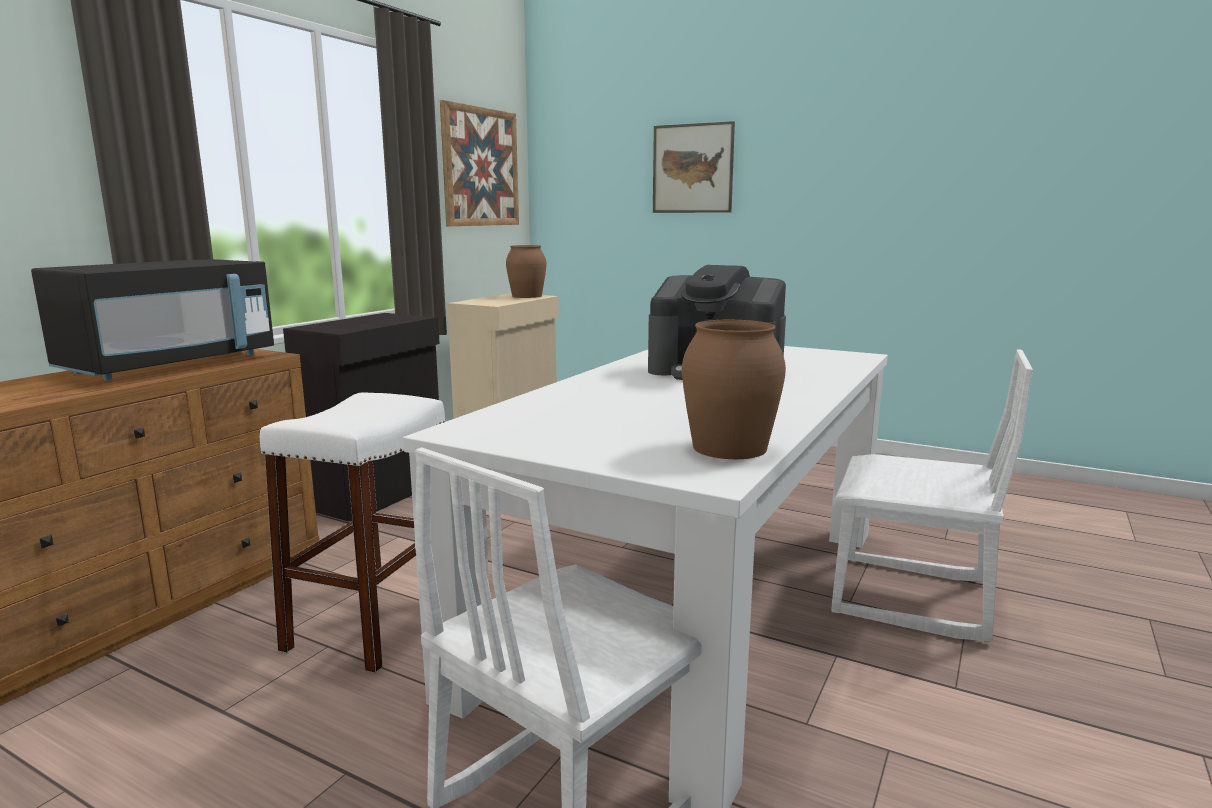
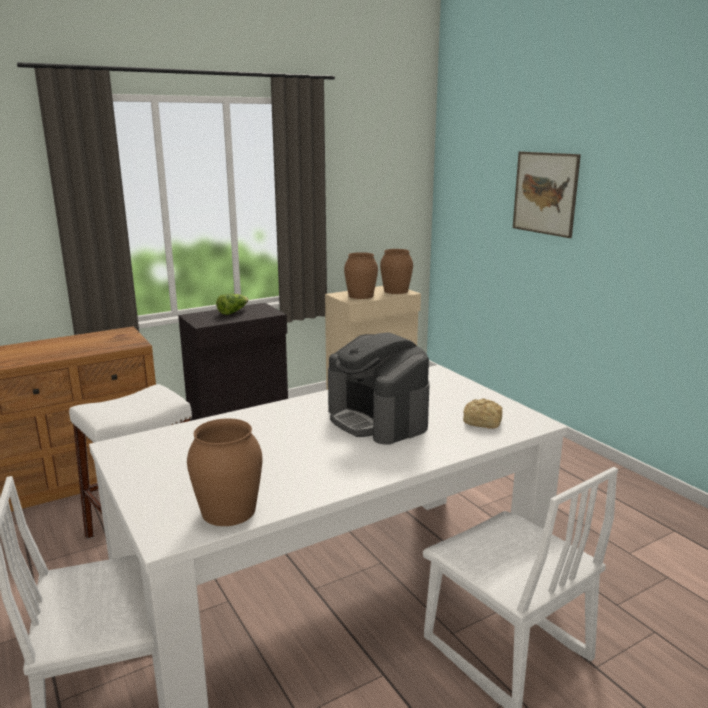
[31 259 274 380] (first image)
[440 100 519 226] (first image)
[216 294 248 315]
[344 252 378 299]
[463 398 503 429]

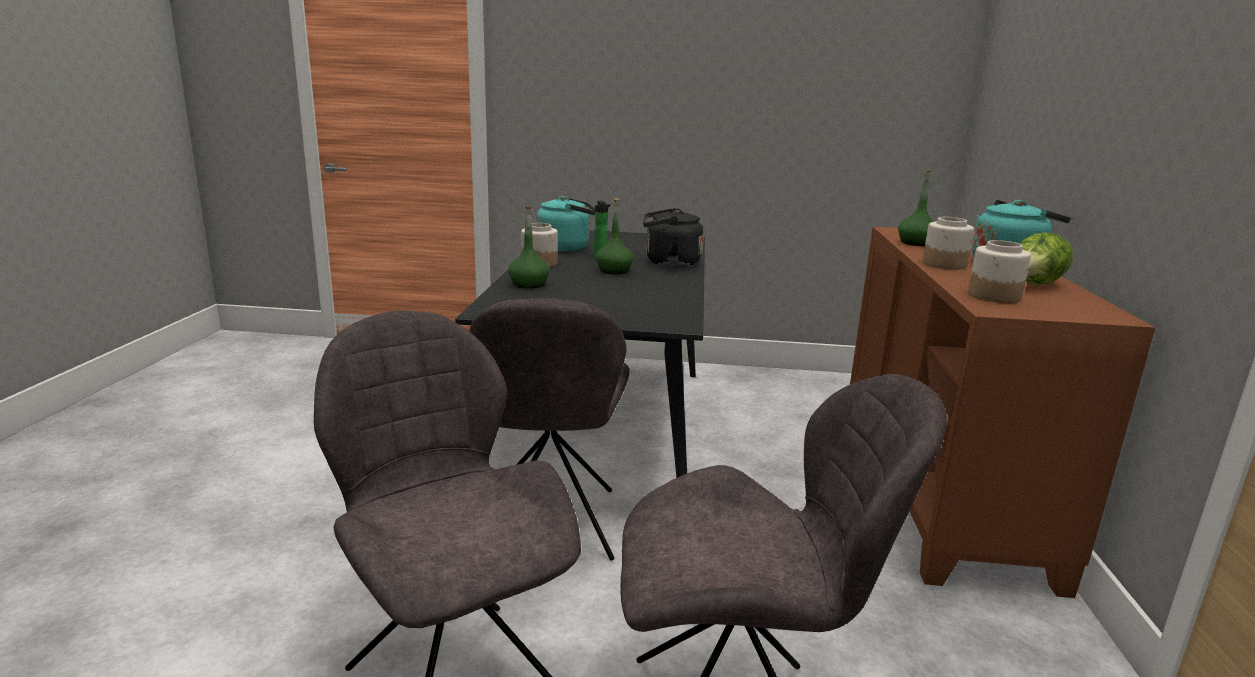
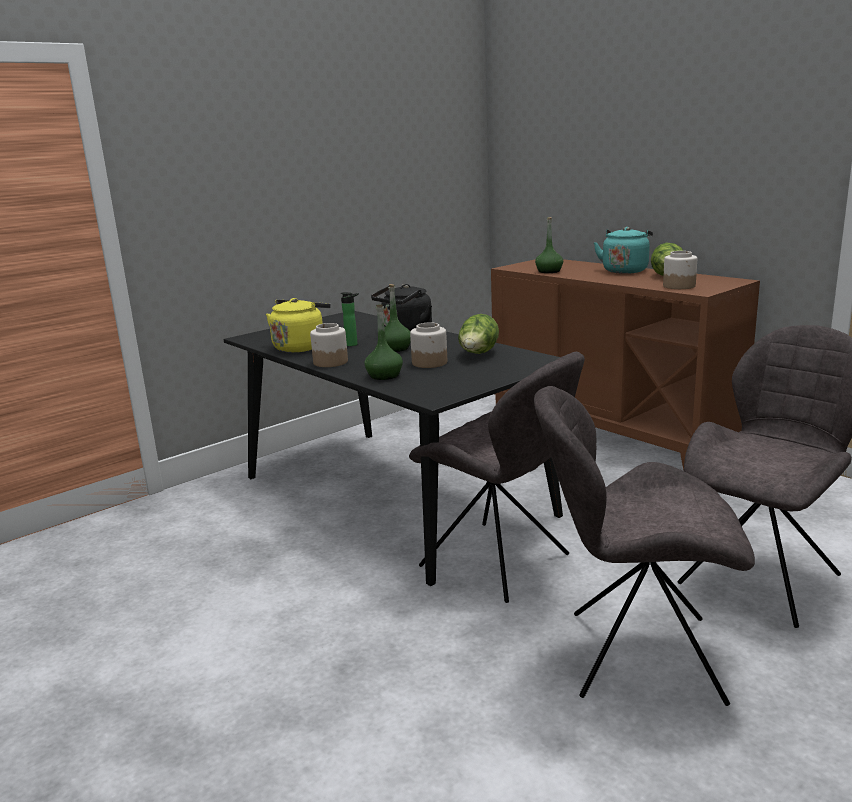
[266 298 331 352]
[410 323 447 368]
[458 314 499 354]

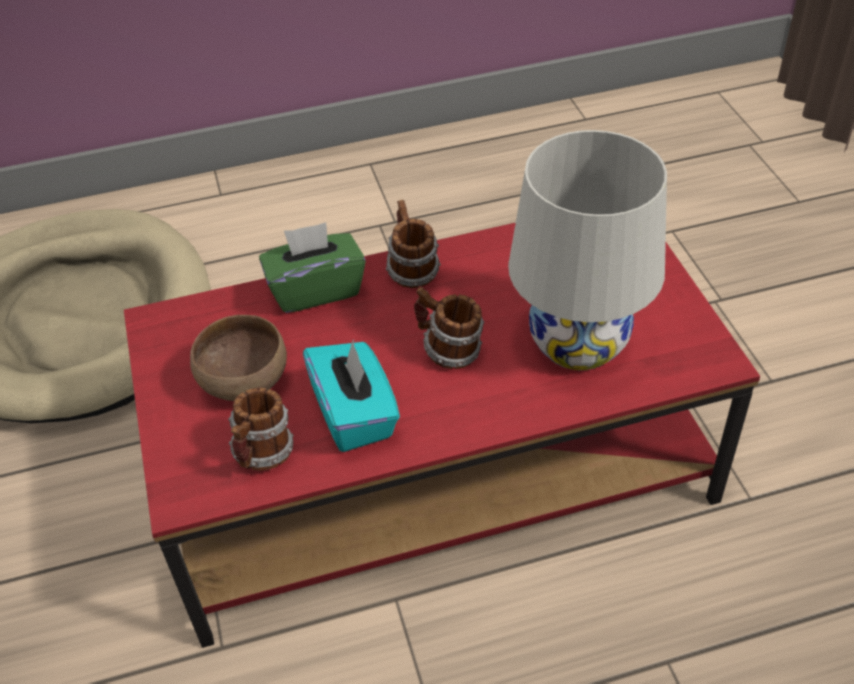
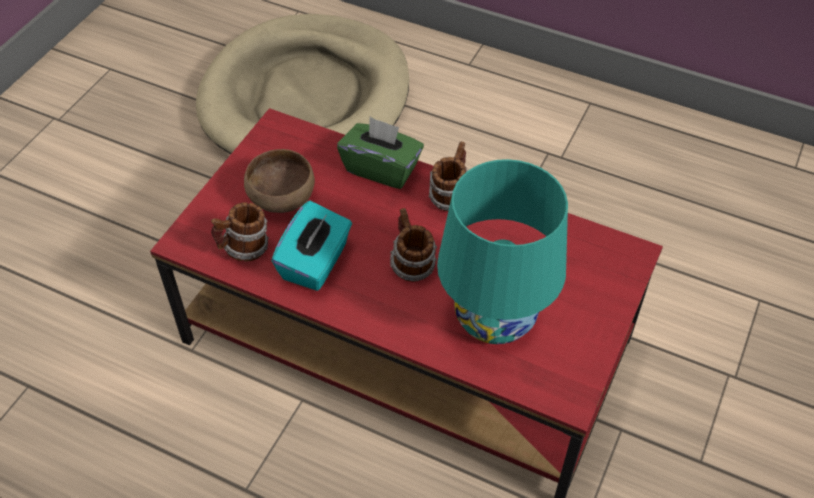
[437 159 568 344]

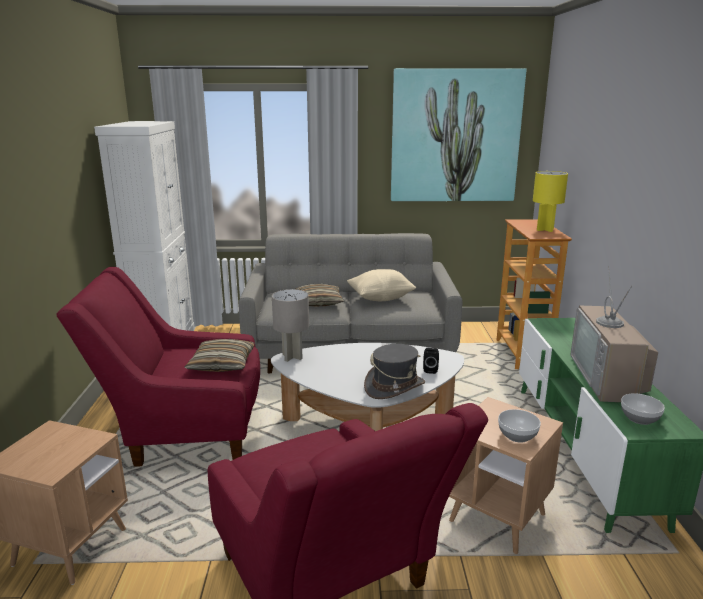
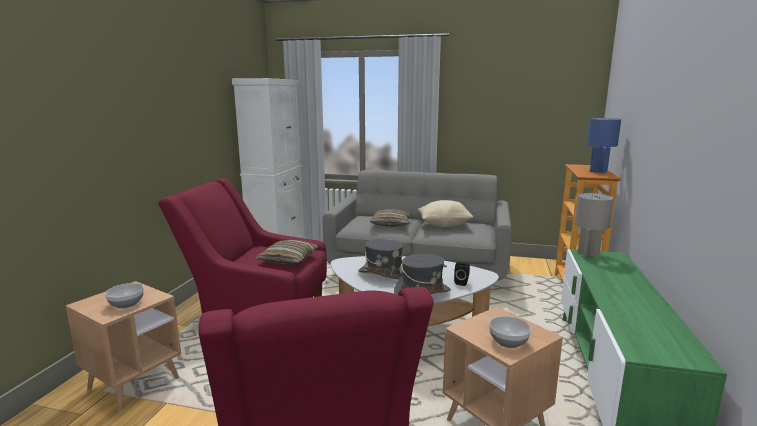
[575 193 614 257]
[391 68 526 201] (first image)
[587 118 621 173]
[571 265 658 402] (first image)
[105 283 144 309]
[358 239 403 280]

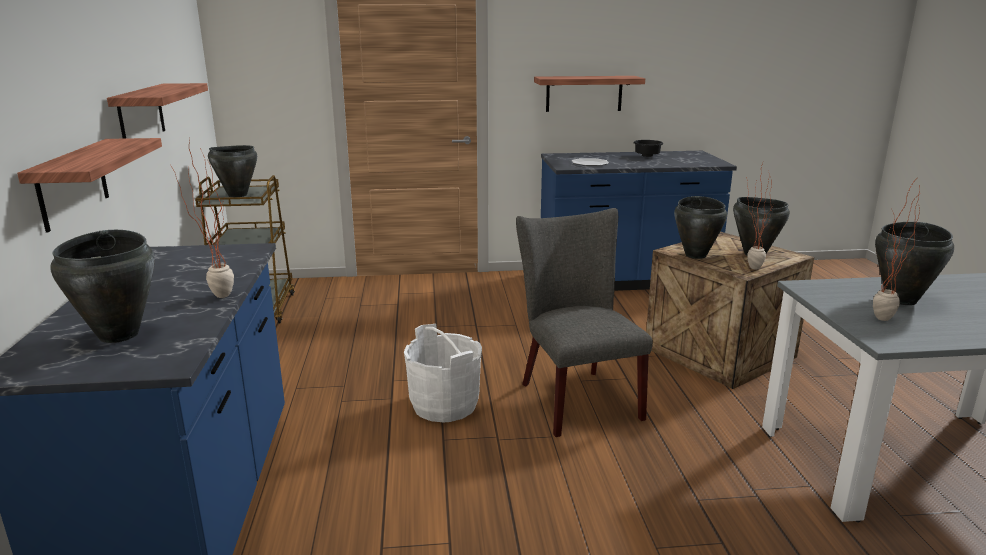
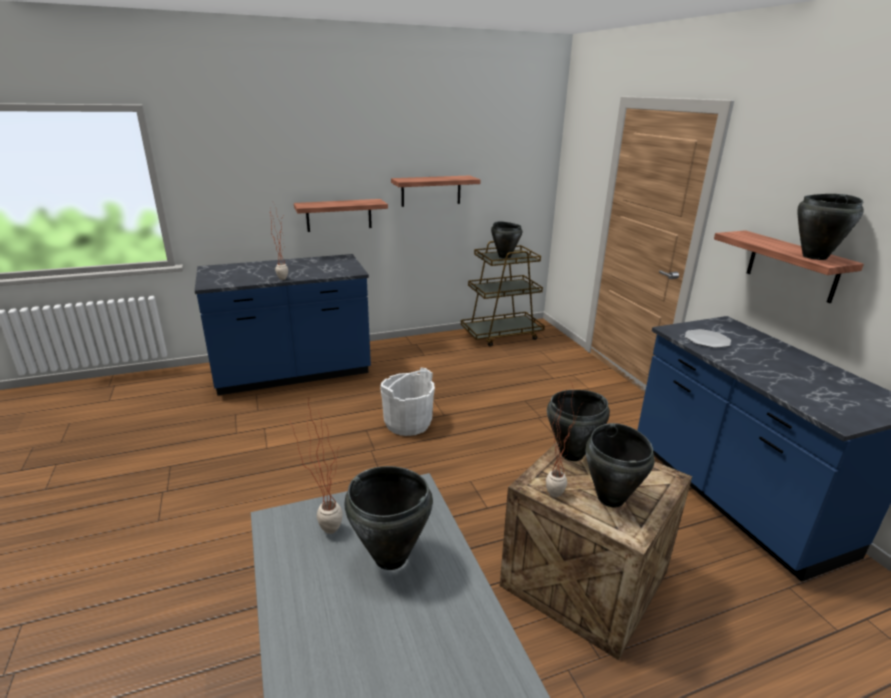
[797 194 864 260]
[516 208 653 437] (first image)
[633 140 663 157] (first image)

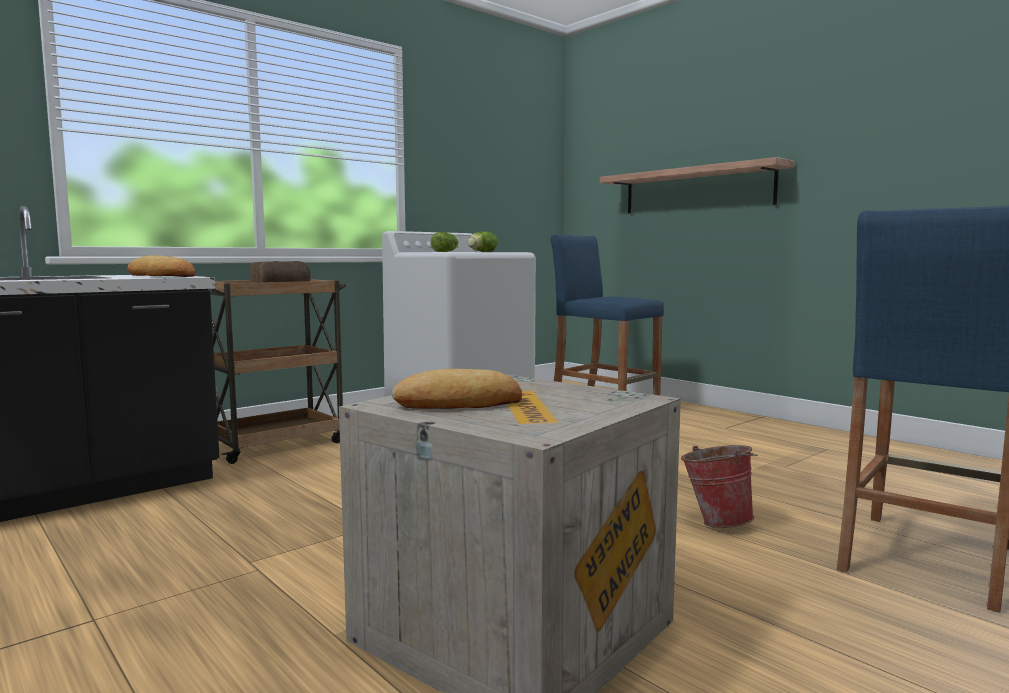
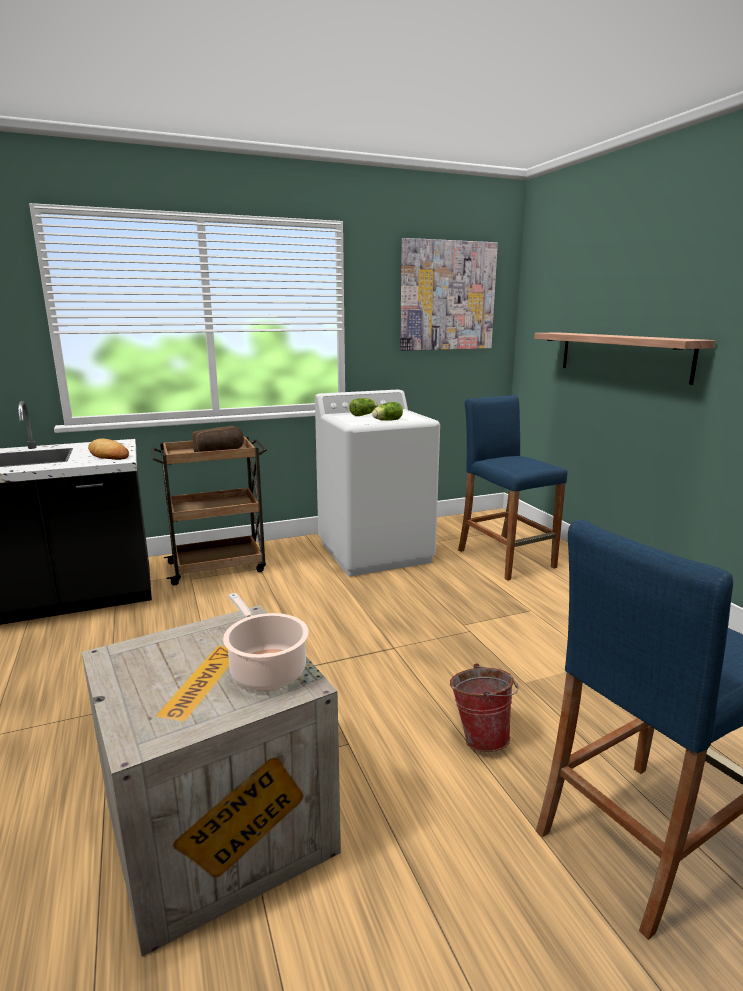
[392 369 522 409] (first image)
[223 593 309 691]
[400 238 498 351]

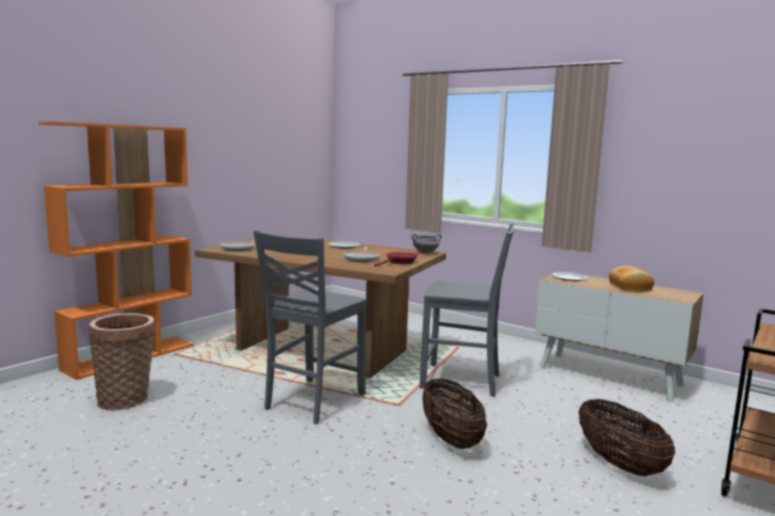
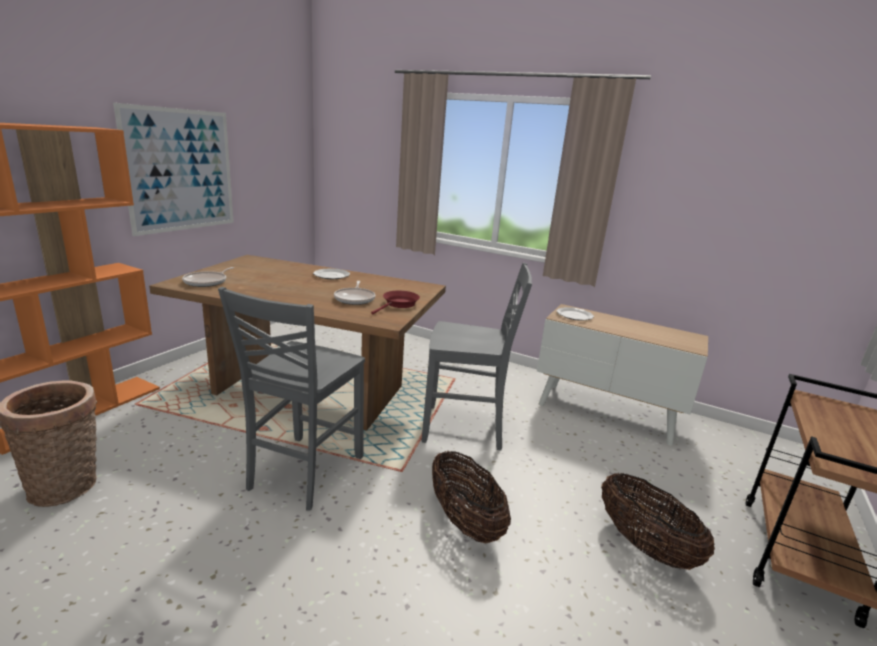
[411 234 441 254] (first image)
[609 266 654 292] (first image)
[113 103 234 236]

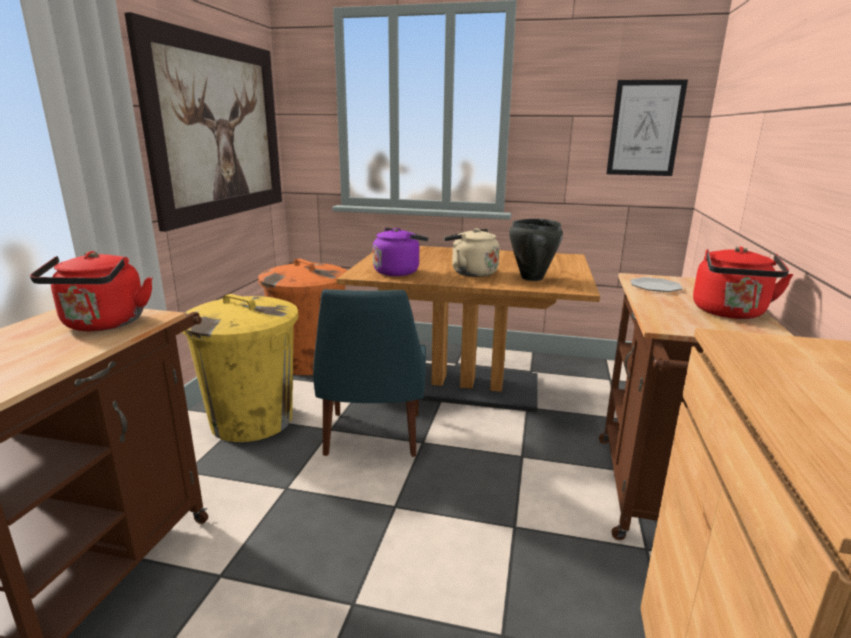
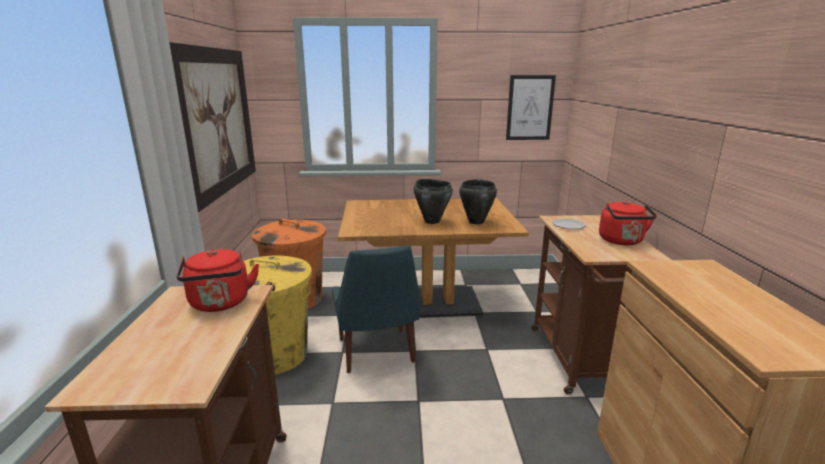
[373 227 429 276] (first image)
[413 179 453 224]

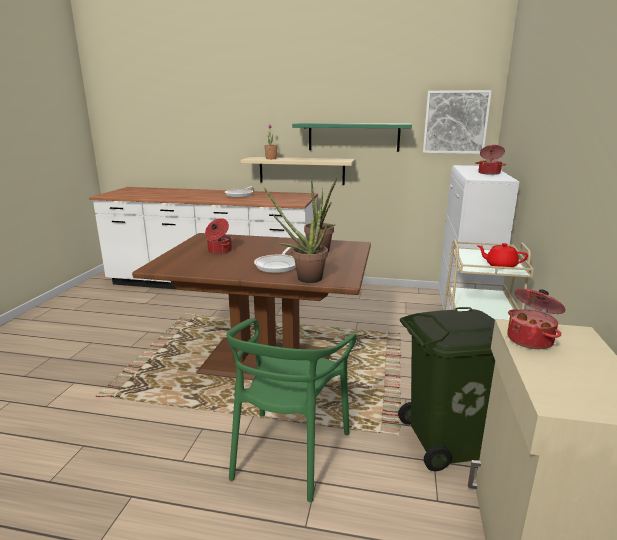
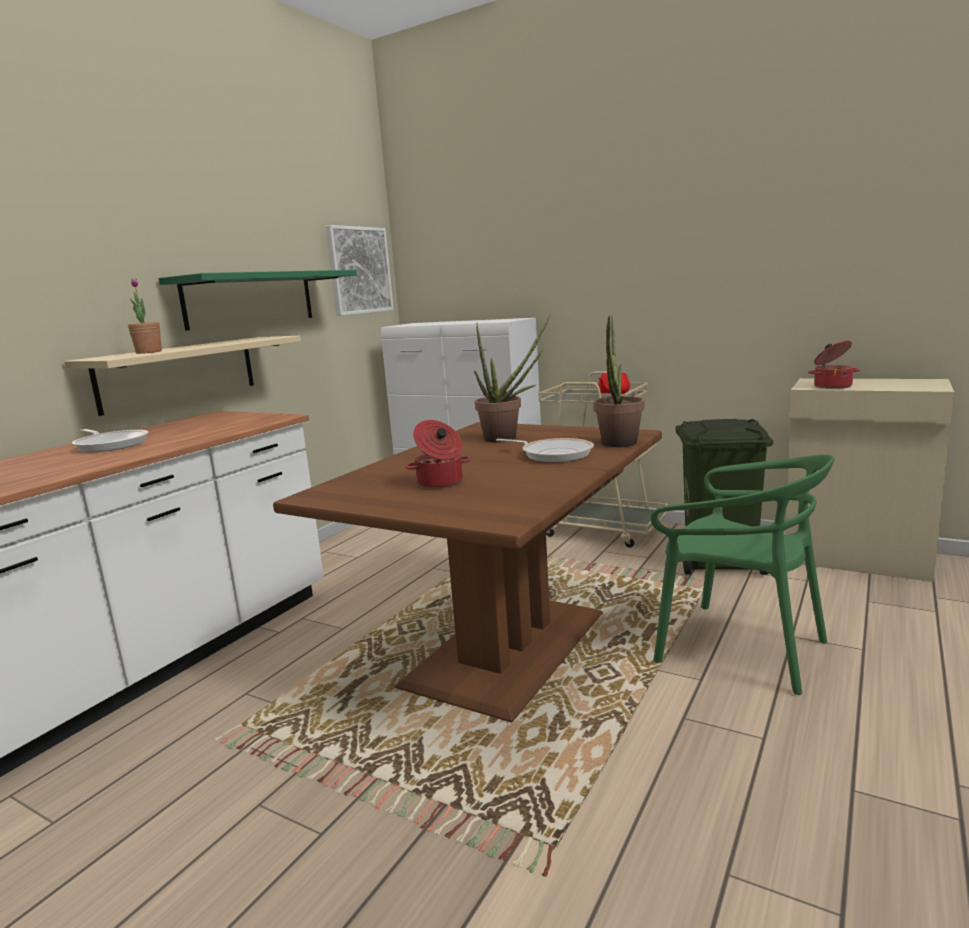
[476 145 506 175] (first image)

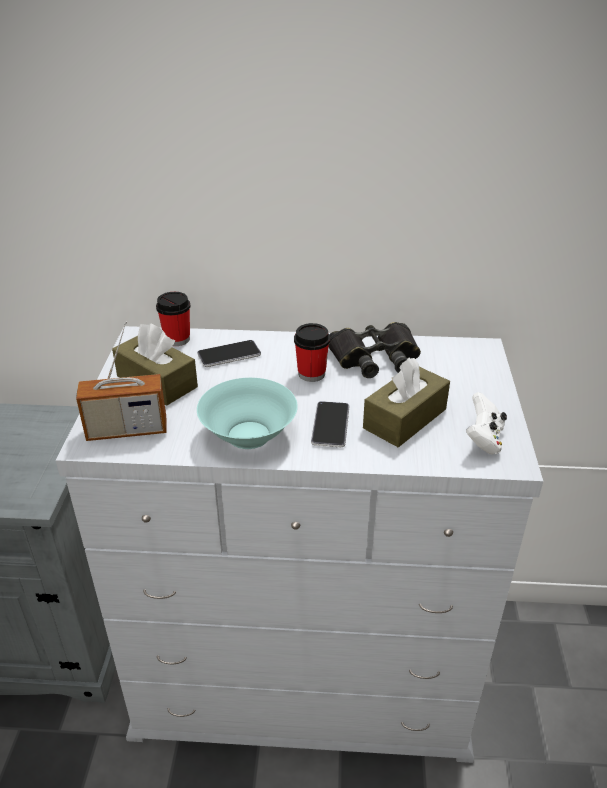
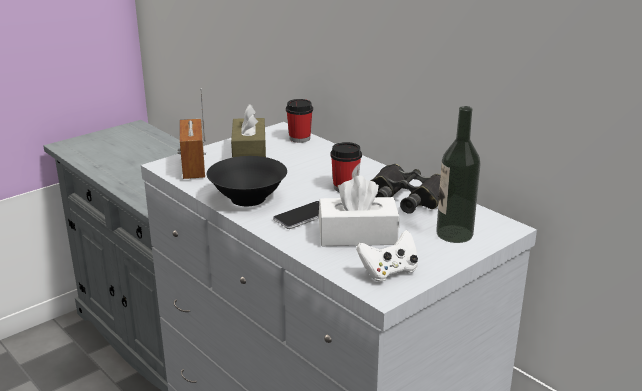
[178 88 206 179]
[197 340 261 367] (first image)
[207 156 287 206]
[319 176 399 246]
[436 106 480 243]

